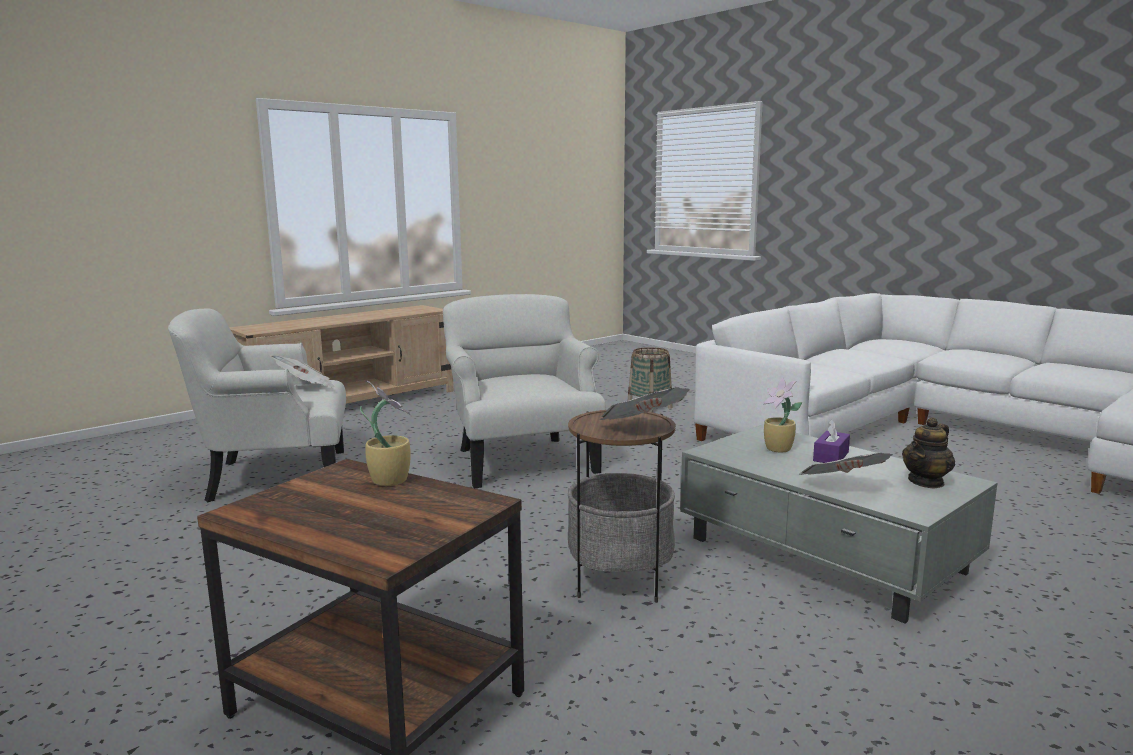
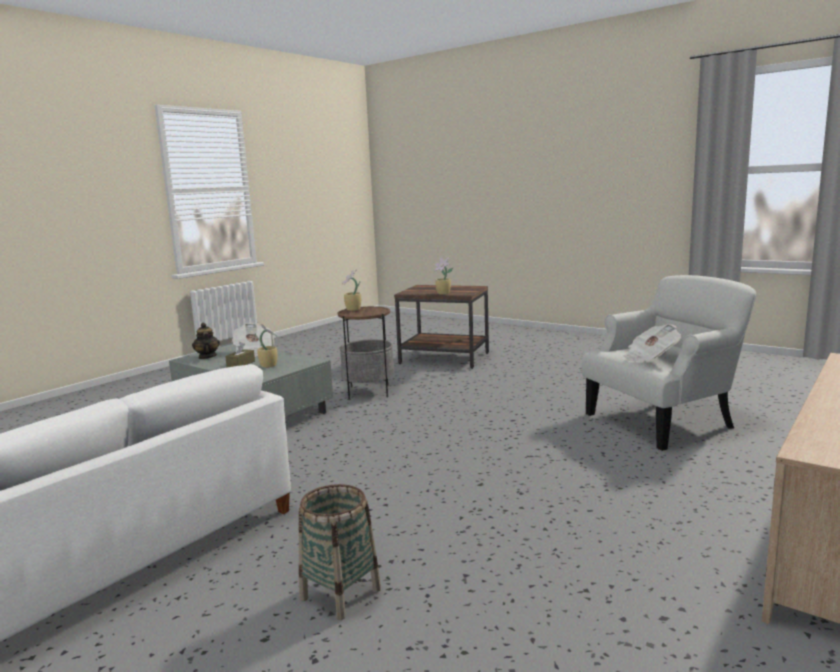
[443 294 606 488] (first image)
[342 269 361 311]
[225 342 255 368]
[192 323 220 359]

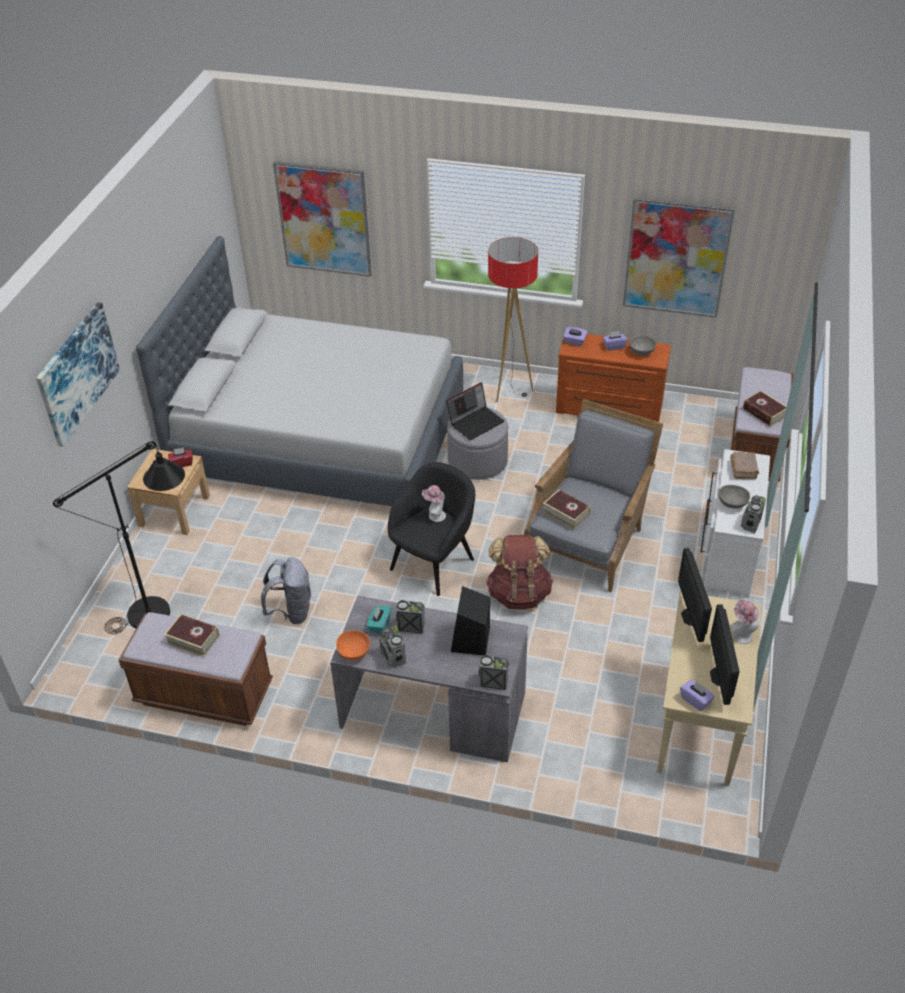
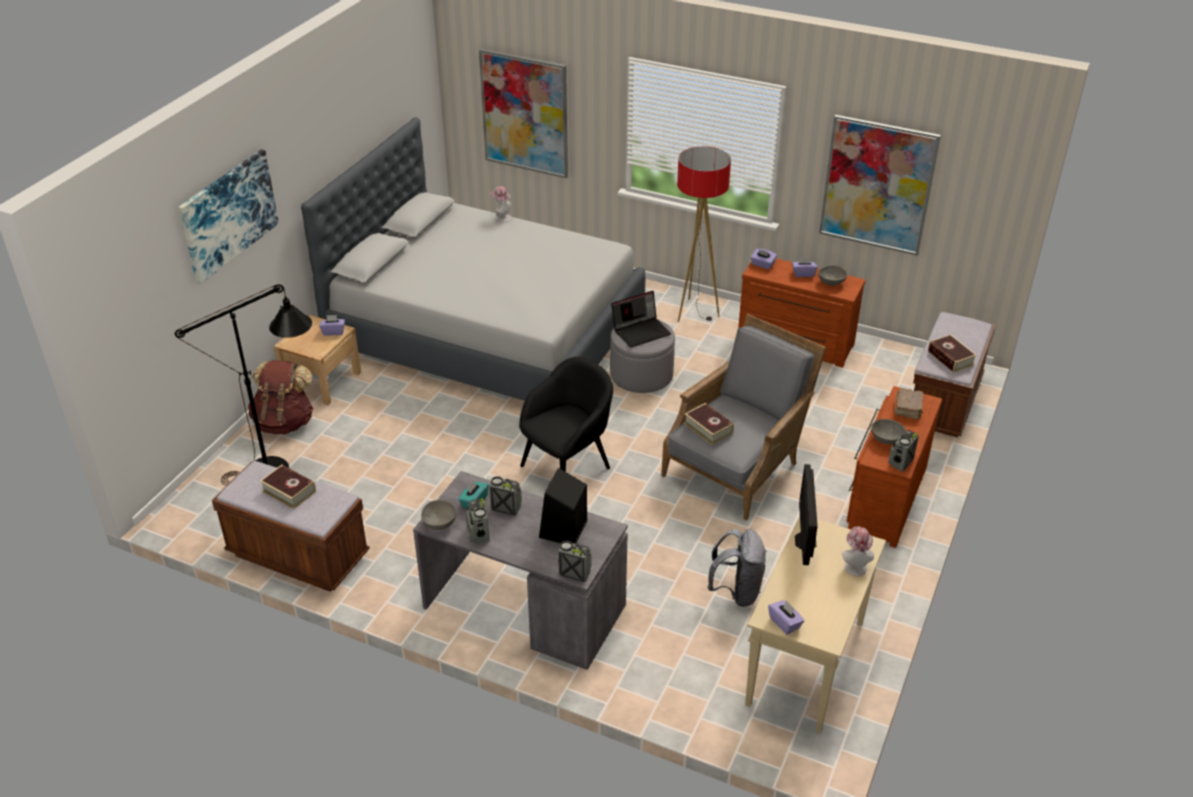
[319 315 345 336]
[708 529 767 607]
[421 500 457 530]
[490 186 512 222]
[248 360 314 434]
[847 386 942 548]
[710 605 740 705] (first image)

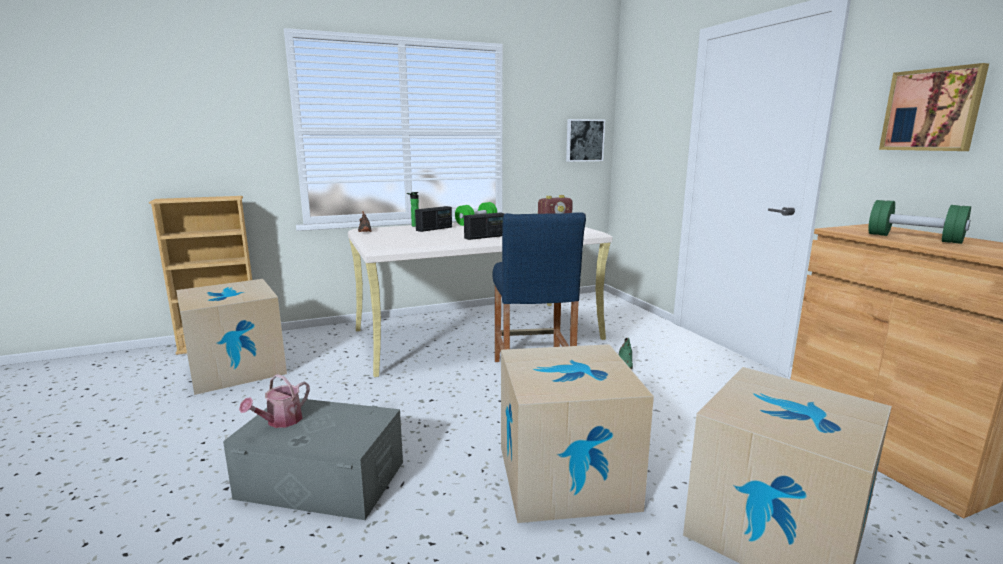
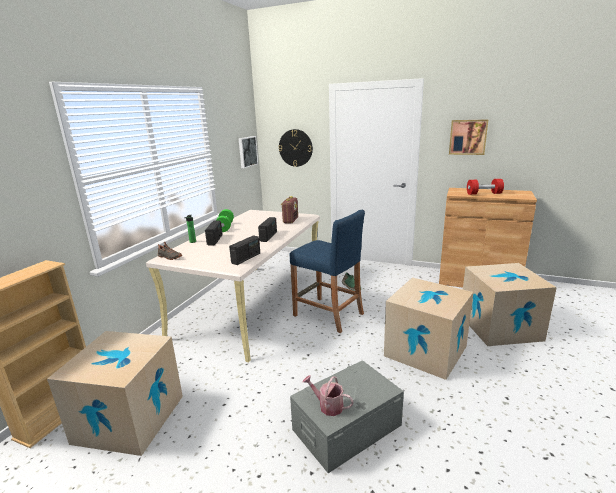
[303 375 354 416]
[467 179 504 195]
[229 235 260 265]
[278 129 313 167]

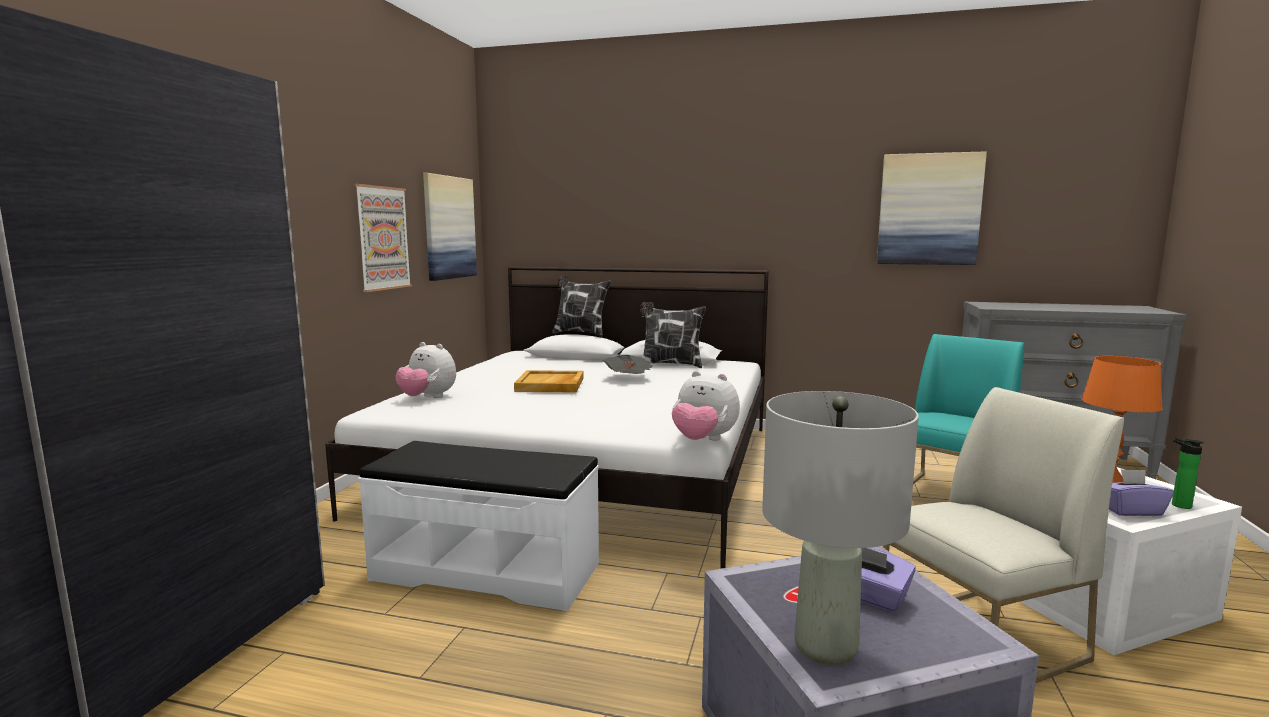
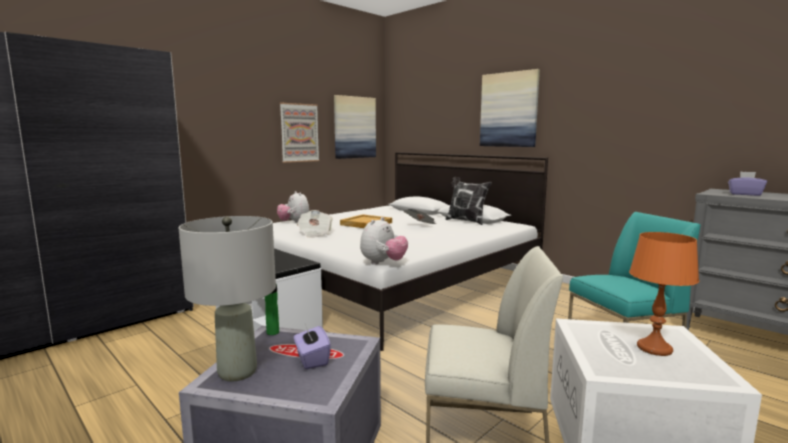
[552 276 611 337] (first image)
[360 217 408 265]
[480 69 540 147]
[728 171 767 196]
[265 284 279 335]
[297 210 333 238]

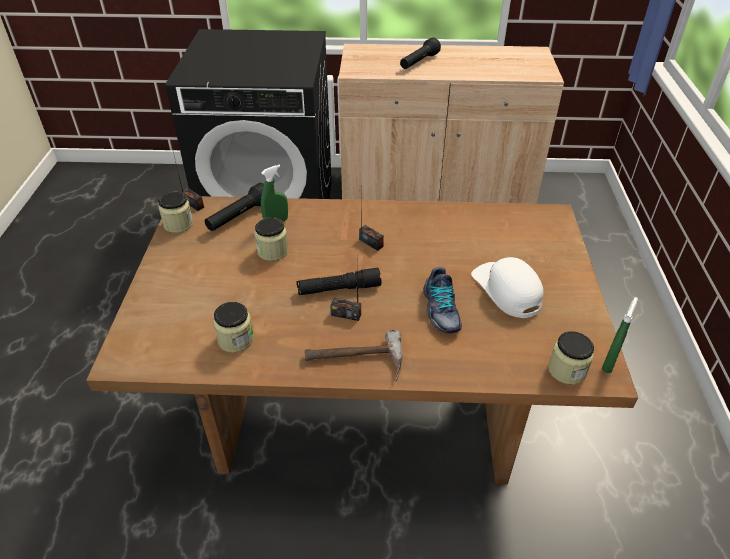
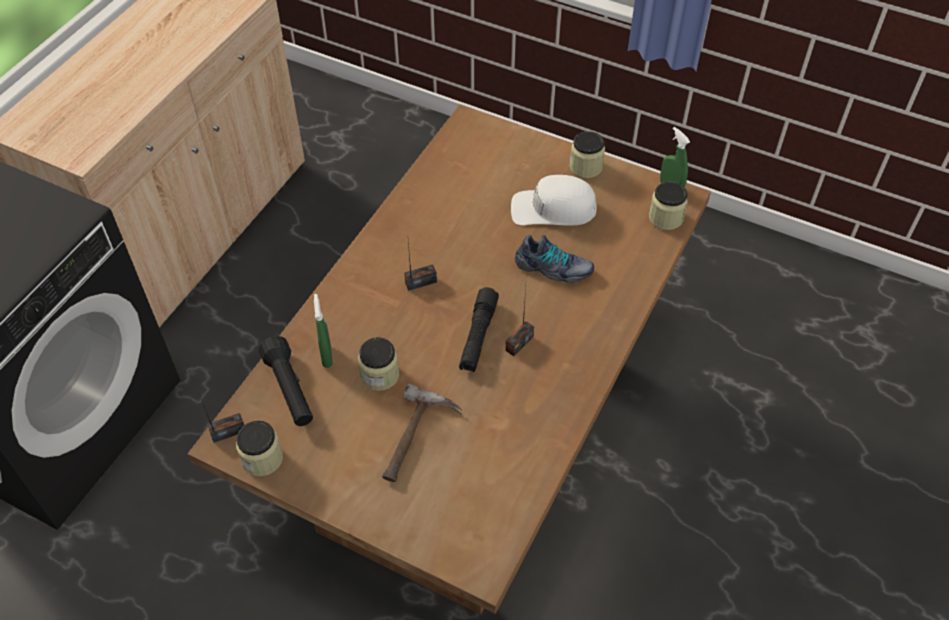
[570 131 605 178]
[382 383 462 482]
[400 38 441 69] (first image)

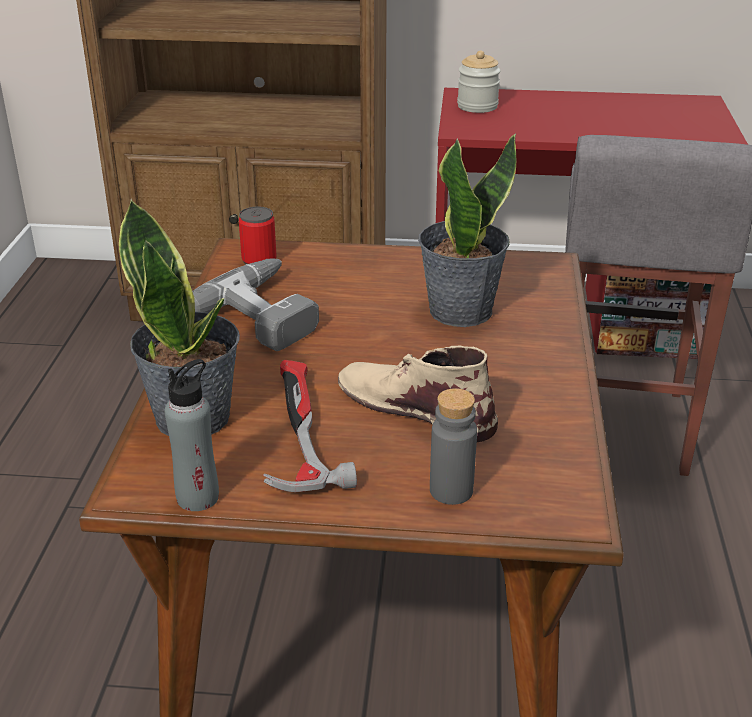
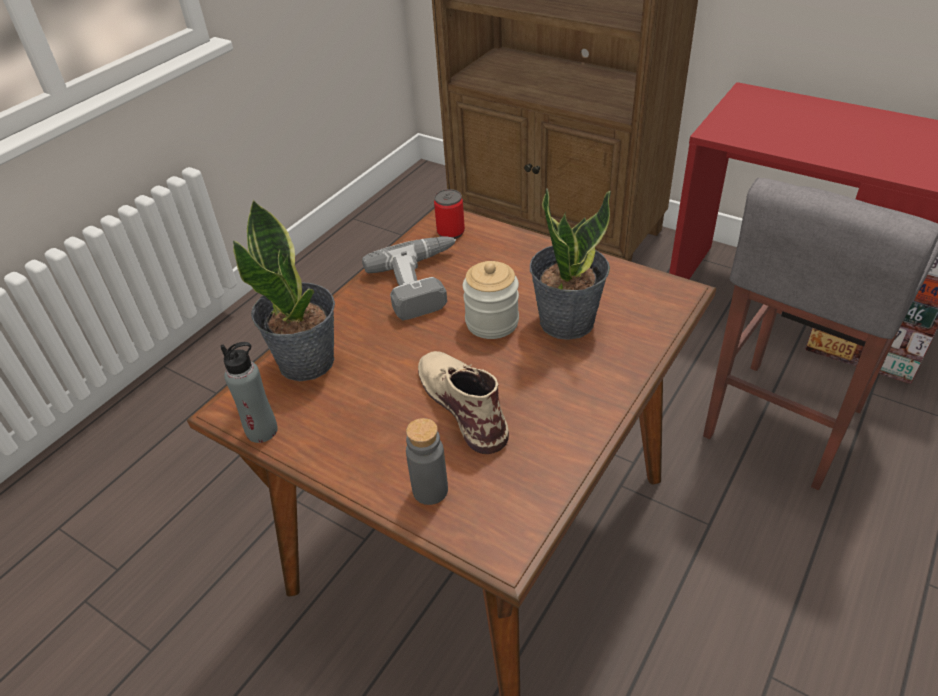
[263 360 357 492] (first image)
[463 261 519 339]

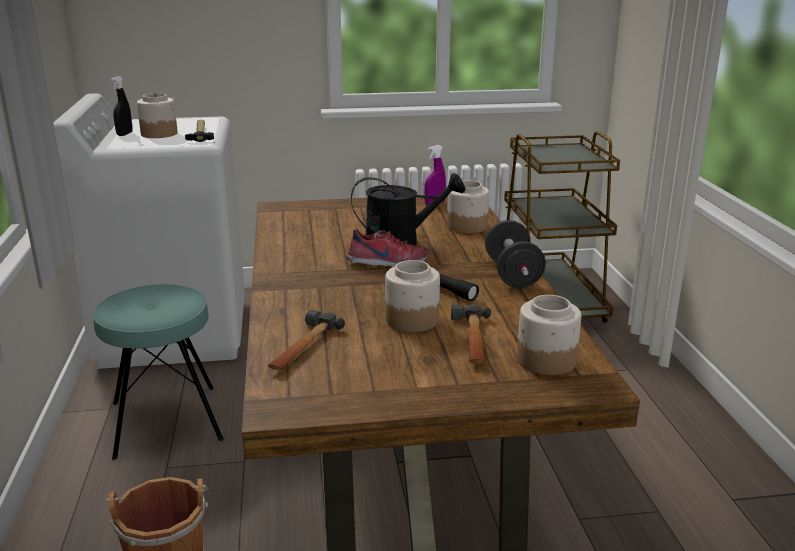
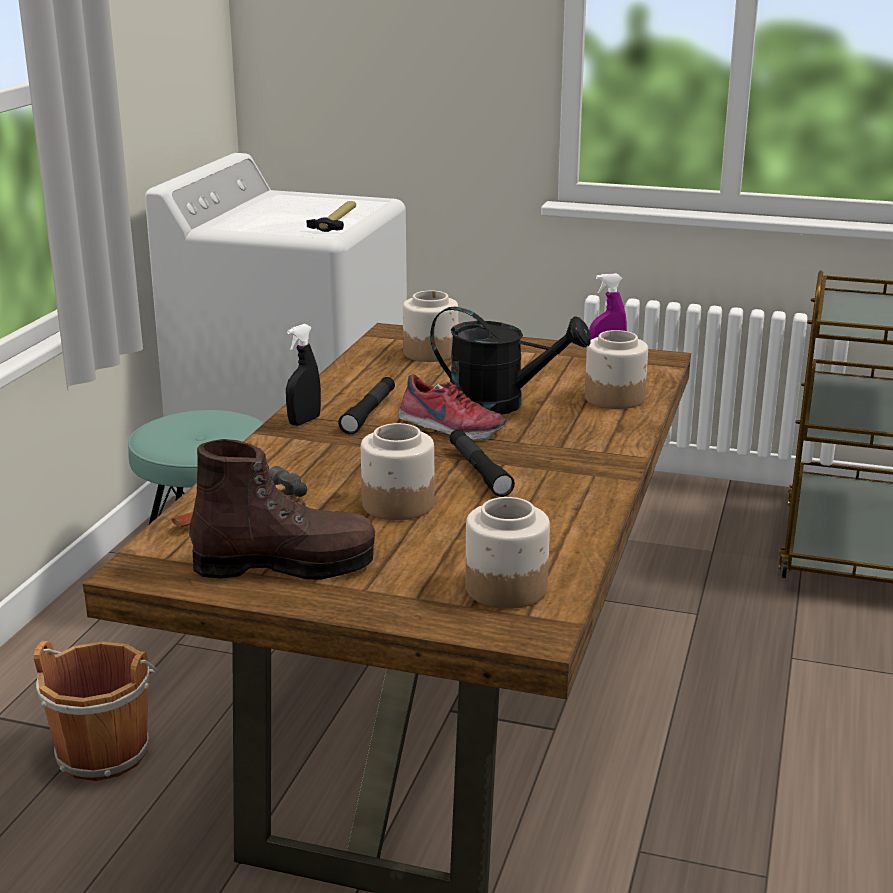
[286 324 321 426]
[403 291 458 362]
[451 304 491 364] (first image)
[485 220 546 288] (first image)
[189 439 375 579]
[338 377 395 434]

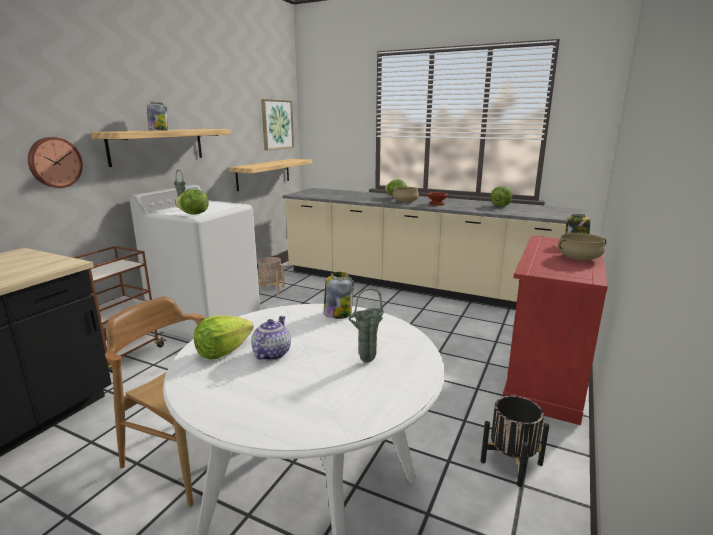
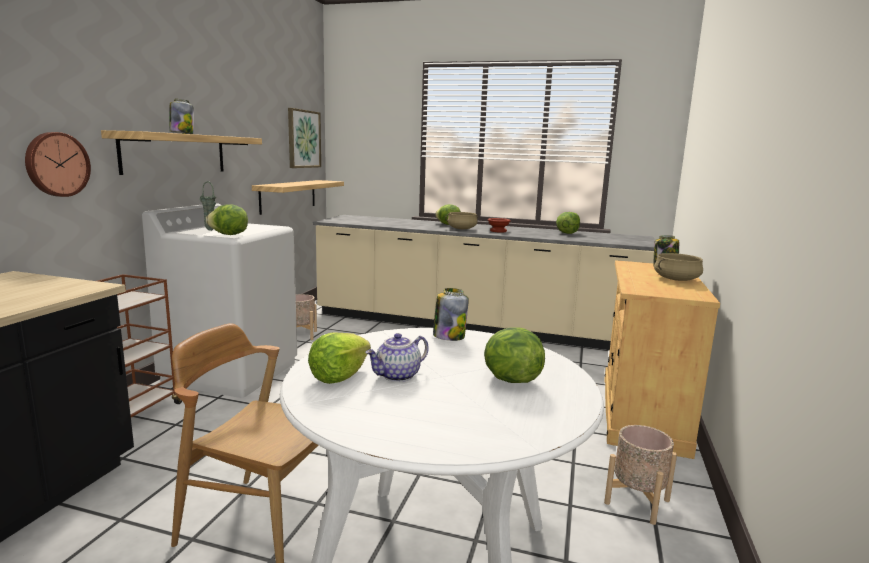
[365 333 429 382]
[484 327 545 383]
[604 425 677 525]
[604 260 720 459]

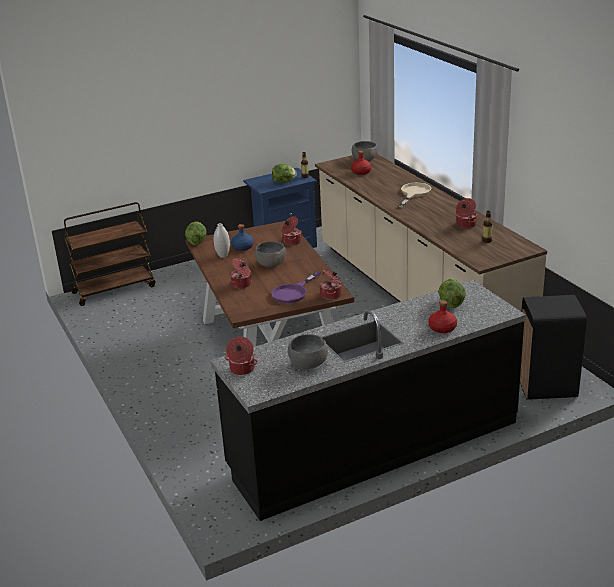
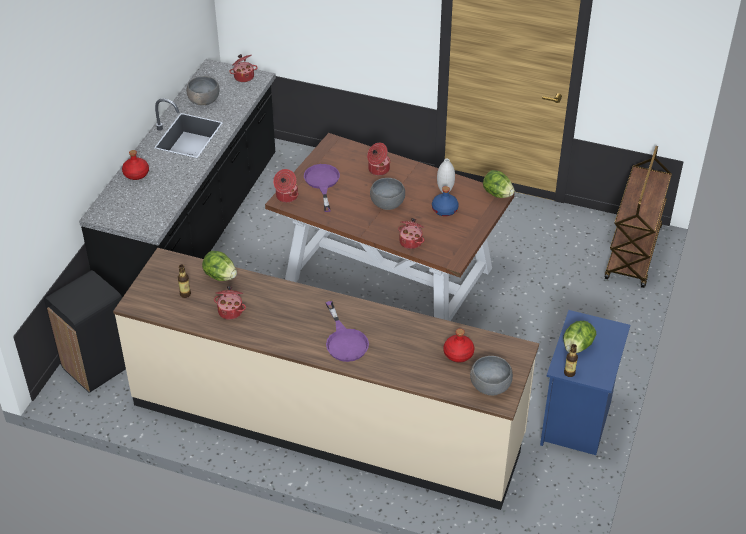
[325 301 369 362]
[202 251 237 281]

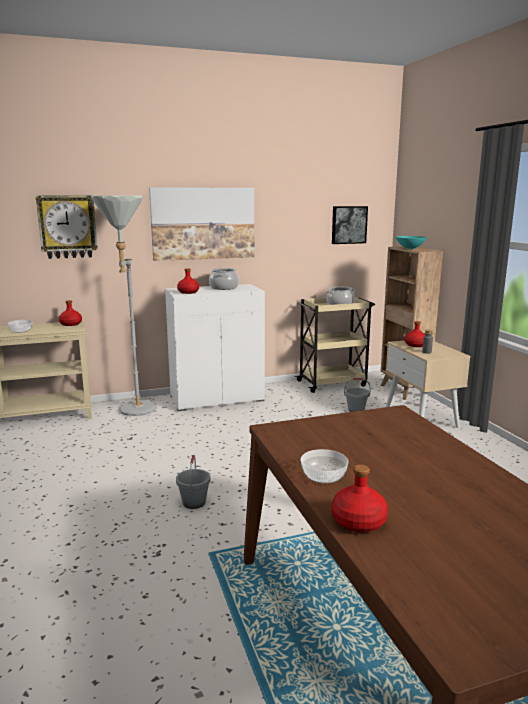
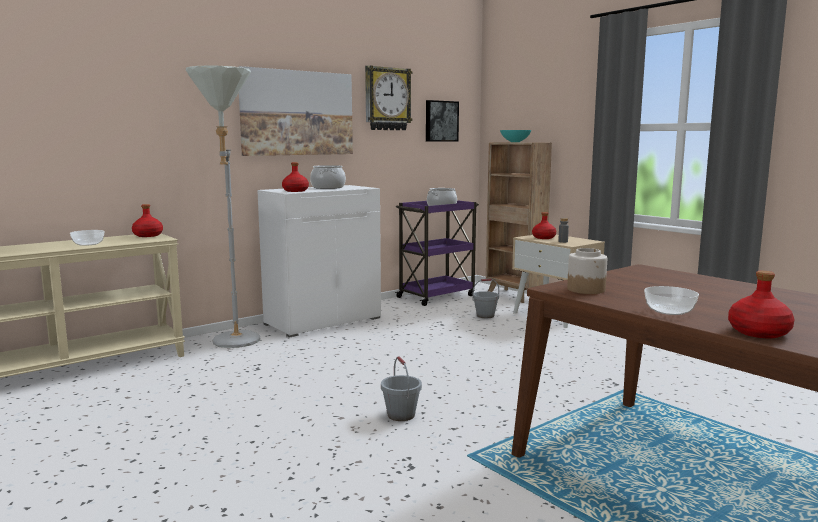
[365 65 413 130]
[395 200 479 306]
[567 248 607 294]

